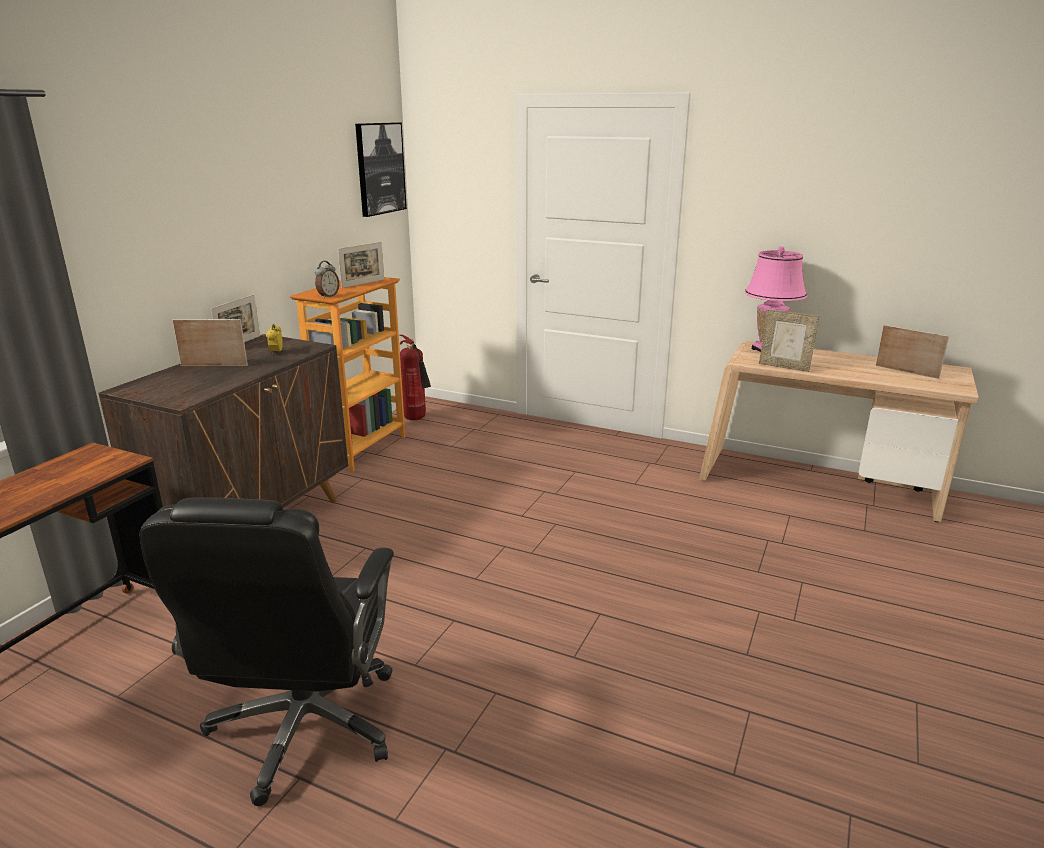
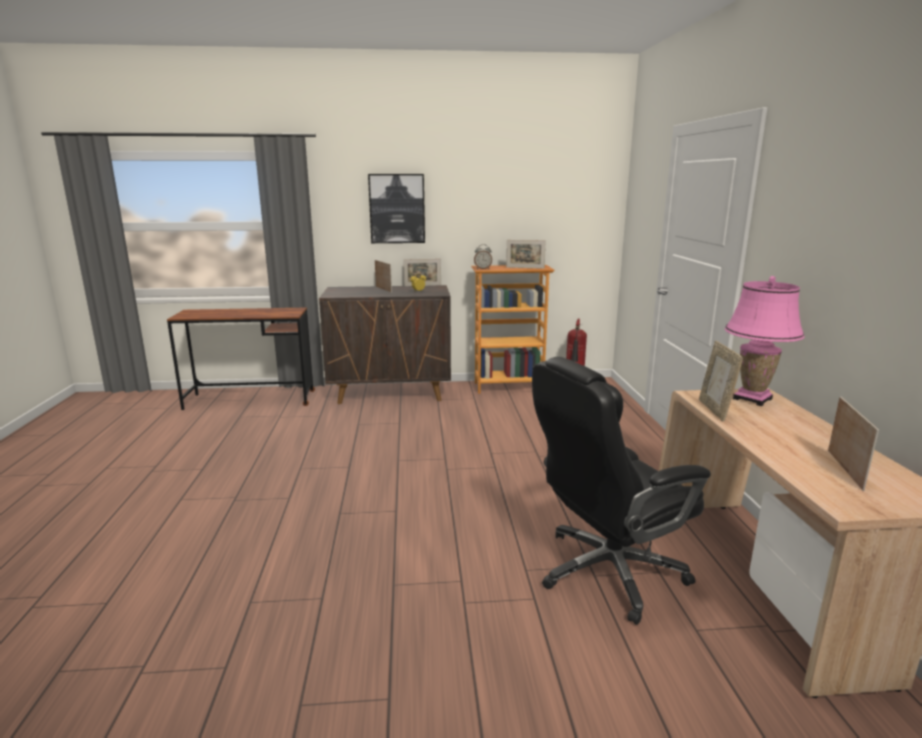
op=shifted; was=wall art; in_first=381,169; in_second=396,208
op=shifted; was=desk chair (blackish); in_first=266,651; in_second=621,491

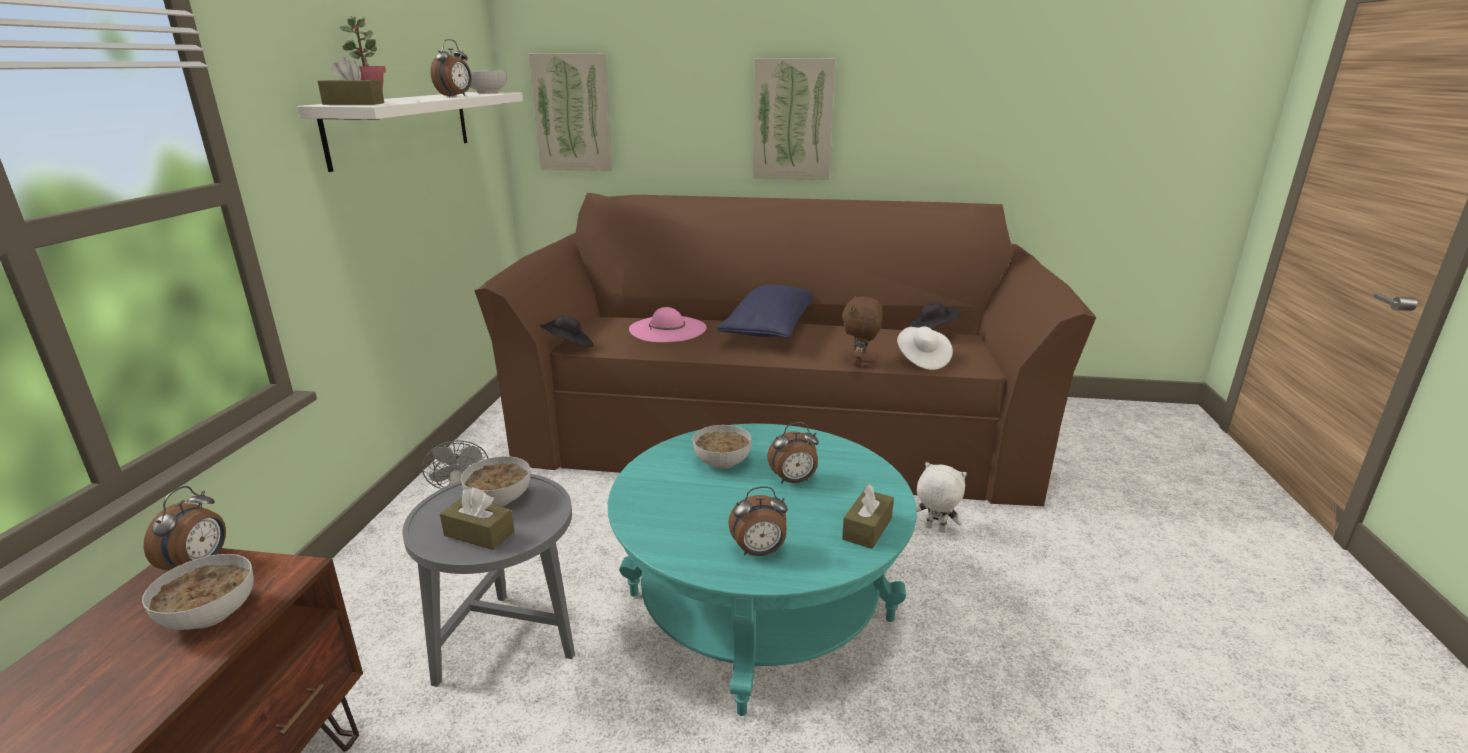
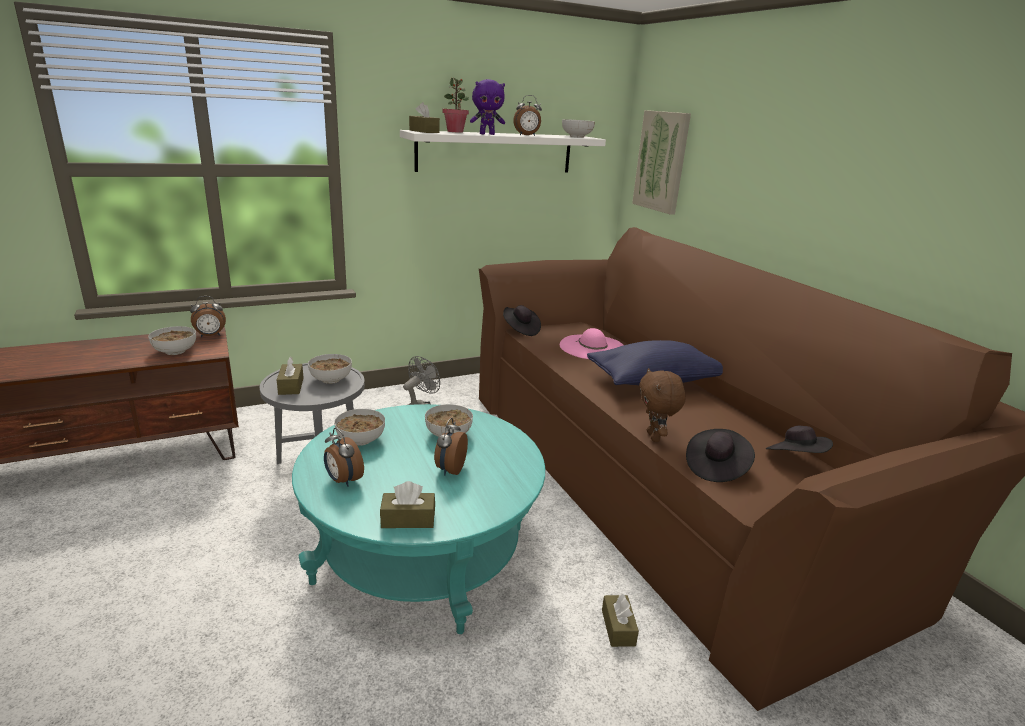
op=gone; was=wall art; in_first=794,119
op=rotated; was=soft toy (brownish); in_first=862,331; in_second=662,405; clockwise=-75
op=repainted; was=wearable hat (white); now=wearable hat (blackish); in_first=925,348; in_second=720,455
op=rotated; was=table clock; in_first=793,453; in_second=451,447; clockwise=60
op=swapped; was=soft toy (white); now=tissue holder (brownish); in_first=941,497; in_second=620,620
op=new; now=soft toy (purplish); in_second=487,107
op=new; now=bowl; in_second=359,427

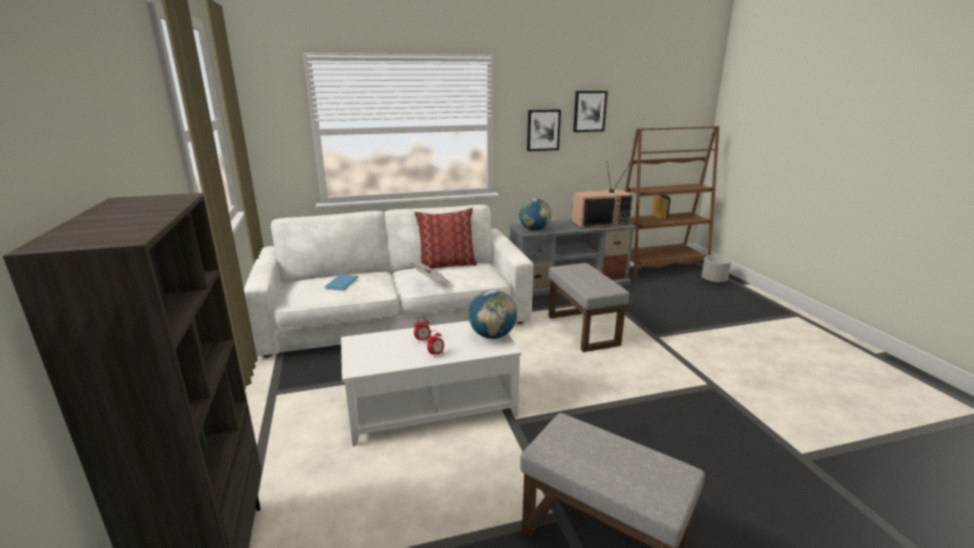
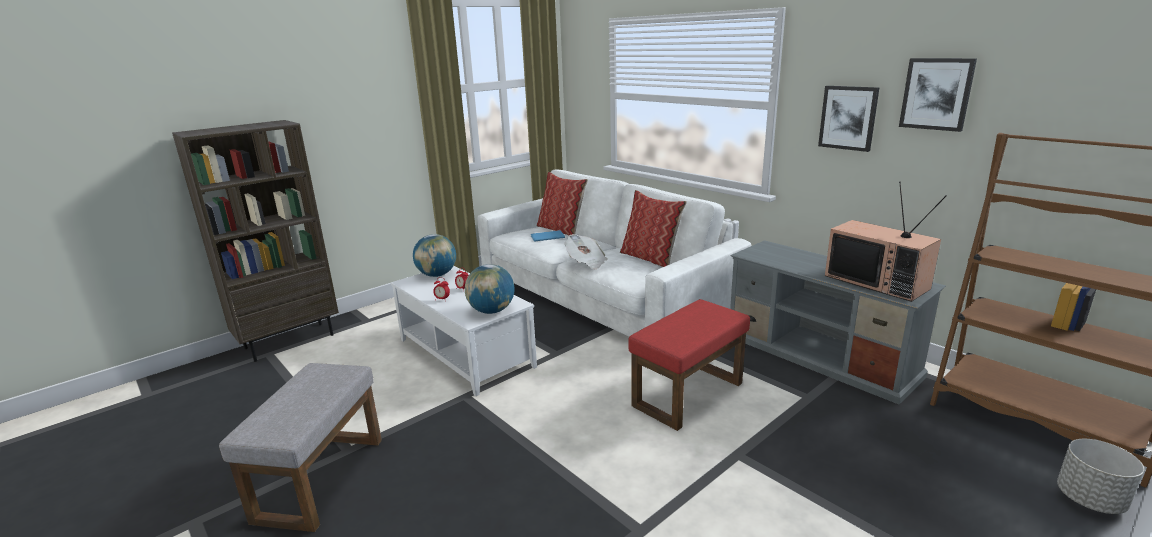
op=shifted; was=world globe; in_first=535,214; in_second=434,255
op=repainted; was=ottoman (gray); now=ottoman (reddish); in_first=589,307; in_second=689,365
op=new; now=pillow; in_second=562,203

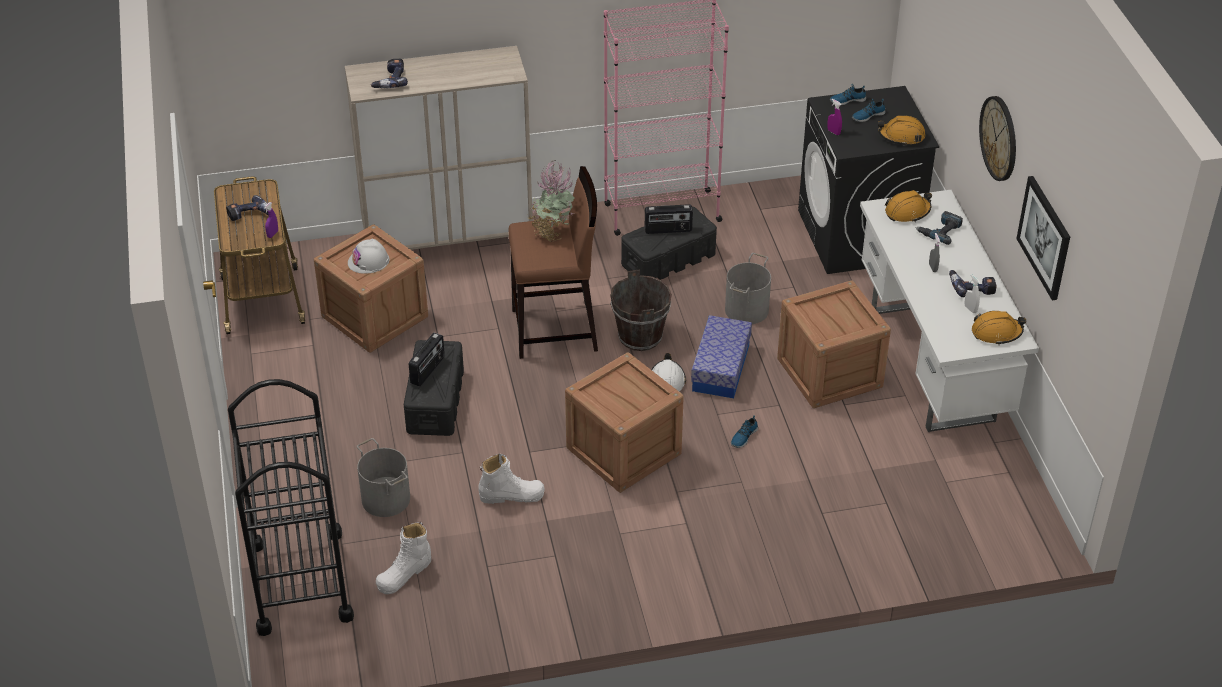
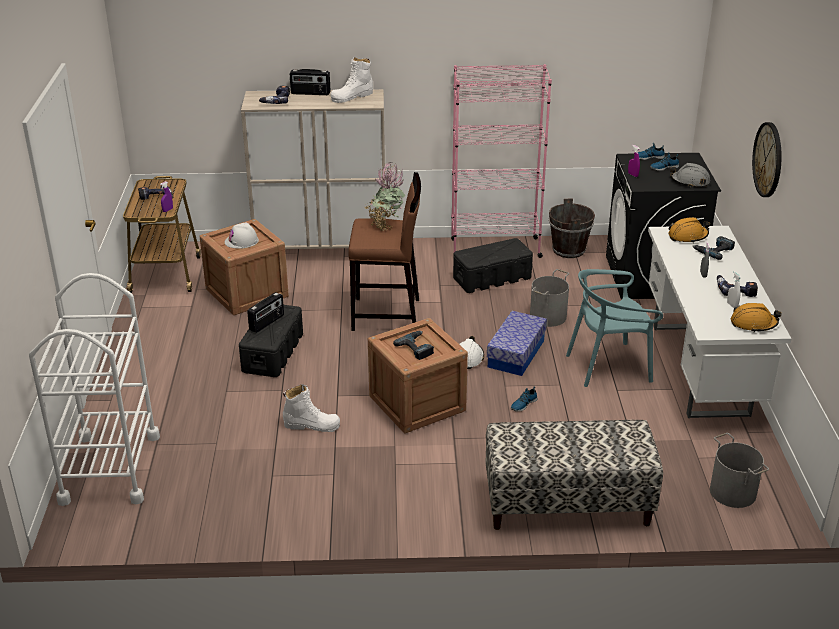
op=repainted; was=safety helmet (orange-coloured); now=safety helmet (gray); in_first=901,130; in_second=690,175
op=gone; was=wall art; in_first=1043,238
op=shifted; was=radio receiver; in_first=669,219; in_second=310,82
op=shifted; was=bucket (brownish); in_first=641,310; in_second=572,228
op=swapped; was=crate; now=chair (turquoise); in_first=834,344; in_second=614,328
op=repainted; was=trolley (blackish); now=trolley (white); in_first=291,507; in_second=94,389
op=shifted; was=bucket (gray); in_first=383,477; in_second=739,470
op=shifted; was=boot (white); in_first=403,558; in_second=351,80
op=new; now=power drill; in_second=413,345
op=new; now=long seat; in_second=574,475

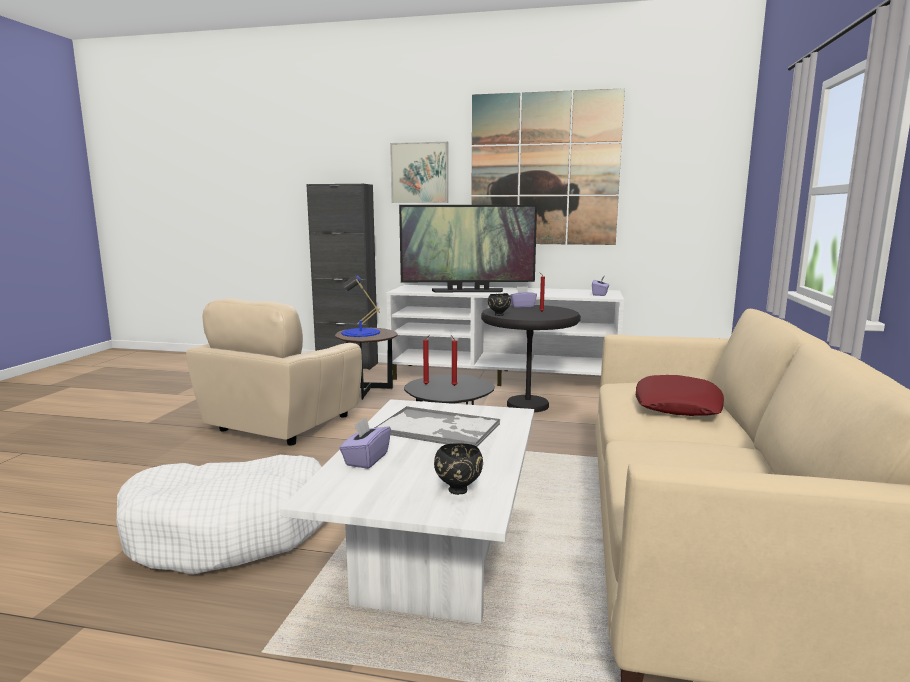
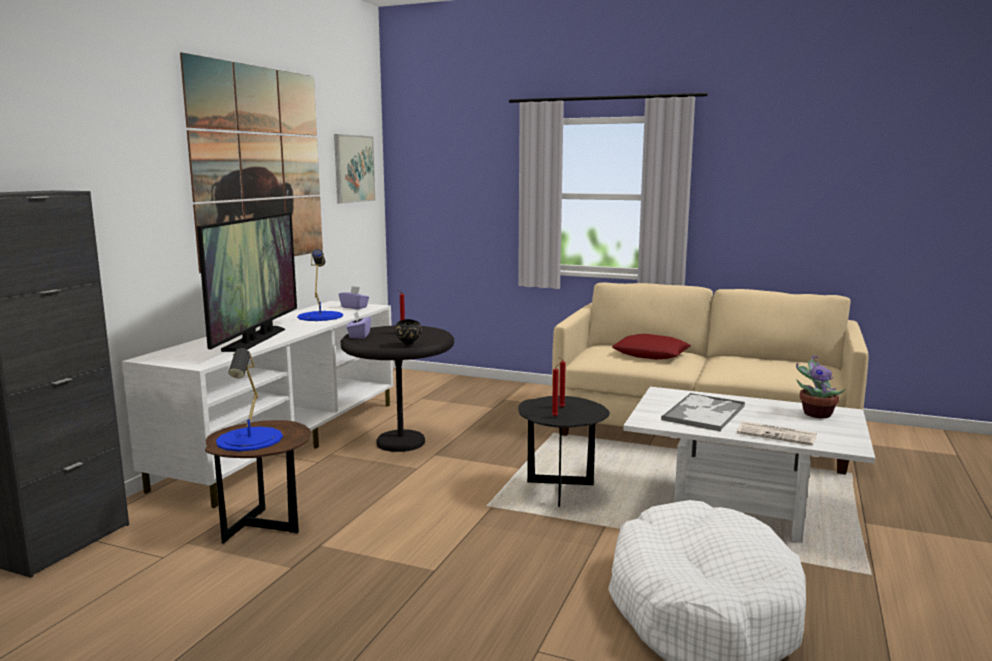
op=shifted; was=wall art; in_first=419,172; in_second=355,169
op=gone; was=lounge chair (sand-coloured); in_first=274,372
op=swapped; was=tissue holder (purplish); now=newspaper; in_first=365,443; in_second=777,433
op=swapped; was=bowl (blackish); now=plant in a pot; in_first=458,469; in_second=821,386
op=new; now=table lamp (blue-coloured); in_second=320,285

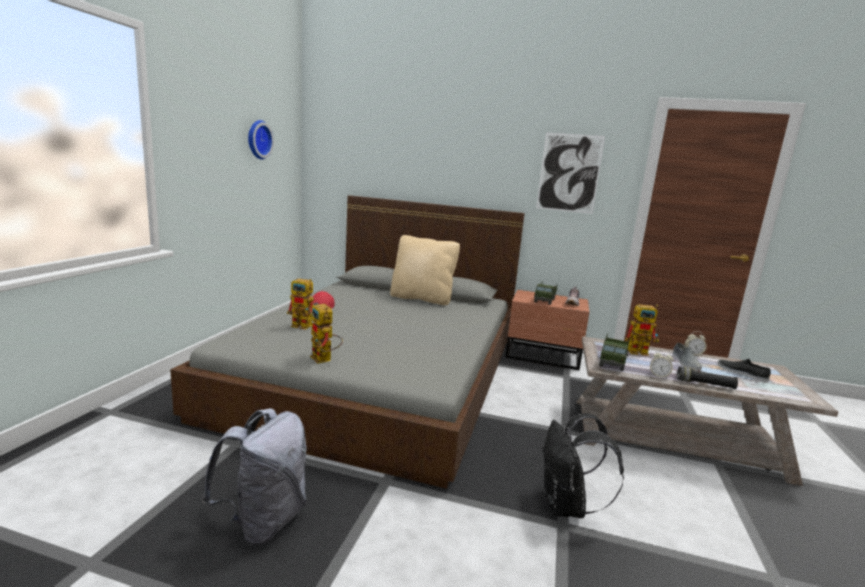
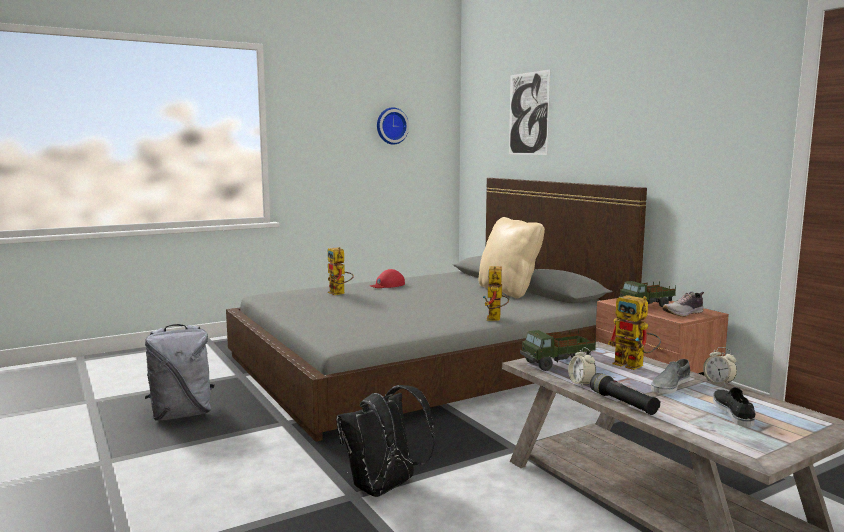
op=shifted; was=wall art; in_first=570,173; in_second=529,112
op=shifted; was=robot figure; in_first=326,334; in_second=496,293

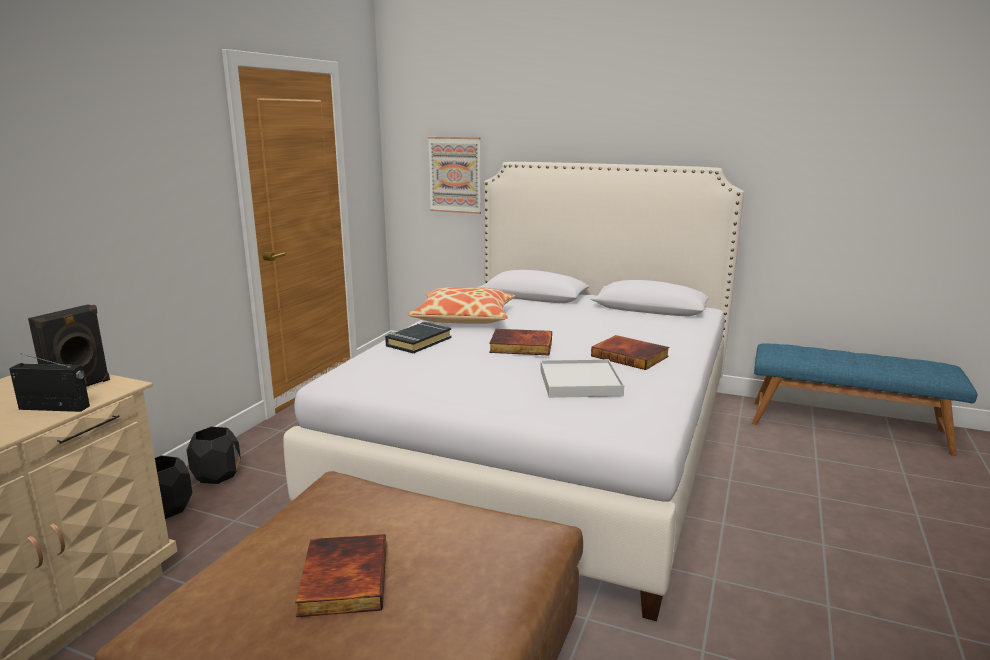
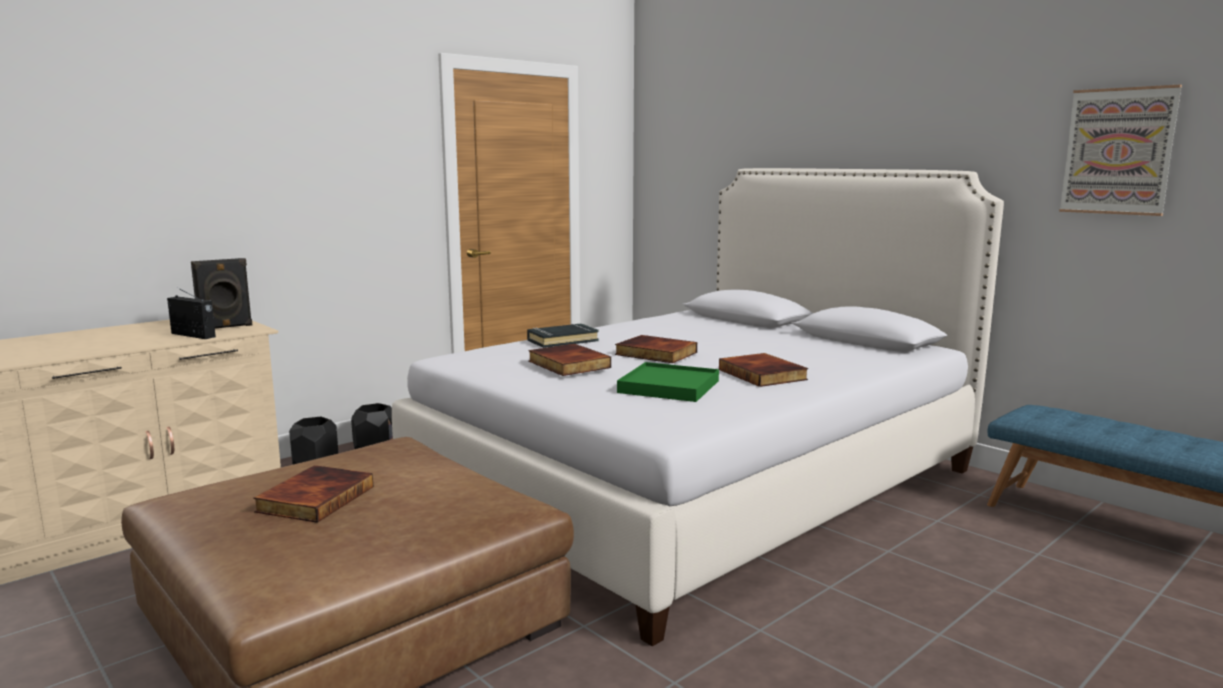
op=shifted; was=wall art; in_first=454,175; in_second=1120,150
op=gone; was=pillow; in_first=461,305
op=repainted; was=serving tray (white); now=serving tray (green-coloured); in_first=582,378; in_second=668,382
op=new; now=bound book; in_second=569,360

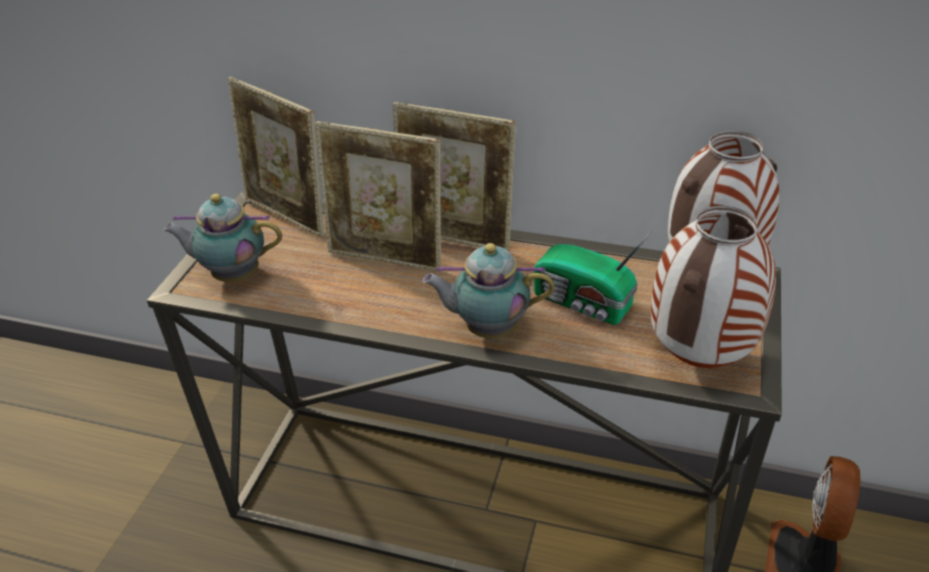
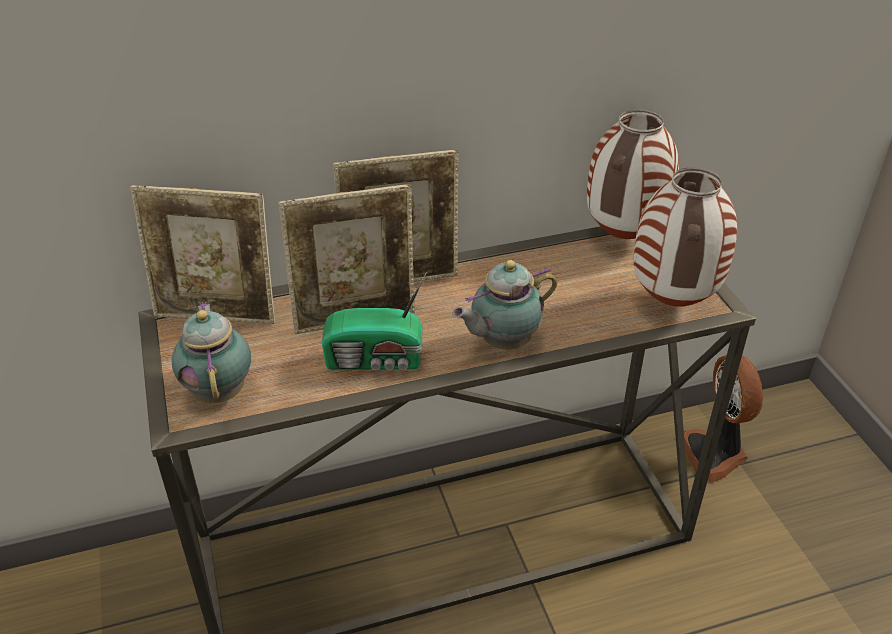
op=rotated; was=teapot; in_first=222,238; in_second=211,352; clockwise=105
op=shifted; was=radio receiver; in_first=592,278; in_second=374,321

